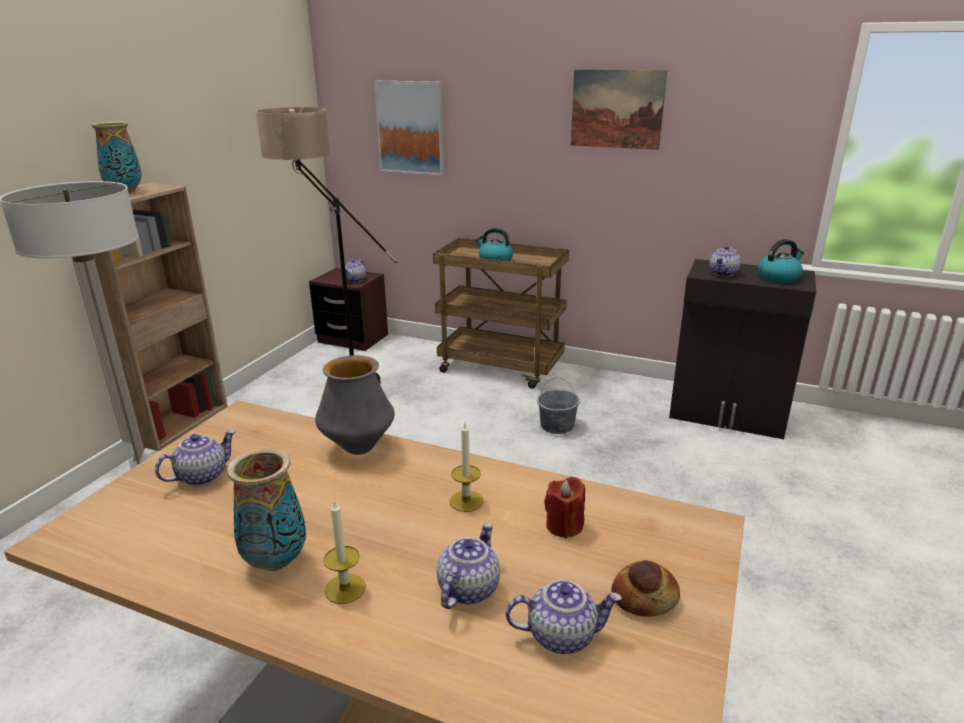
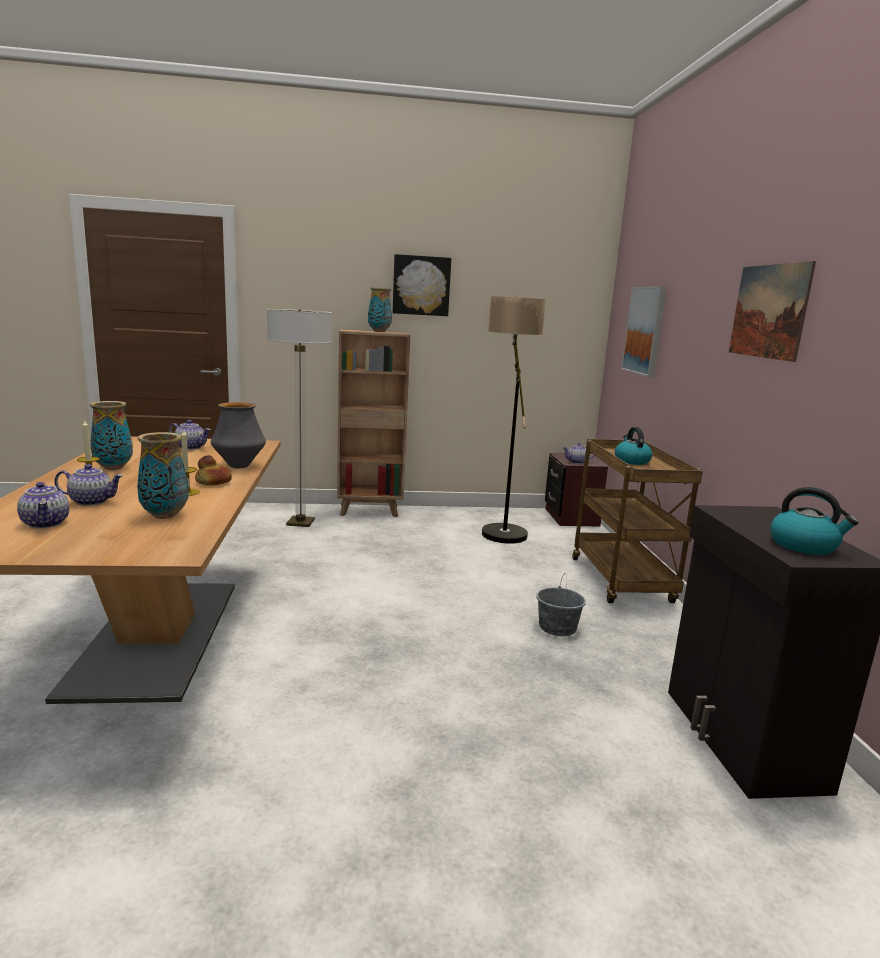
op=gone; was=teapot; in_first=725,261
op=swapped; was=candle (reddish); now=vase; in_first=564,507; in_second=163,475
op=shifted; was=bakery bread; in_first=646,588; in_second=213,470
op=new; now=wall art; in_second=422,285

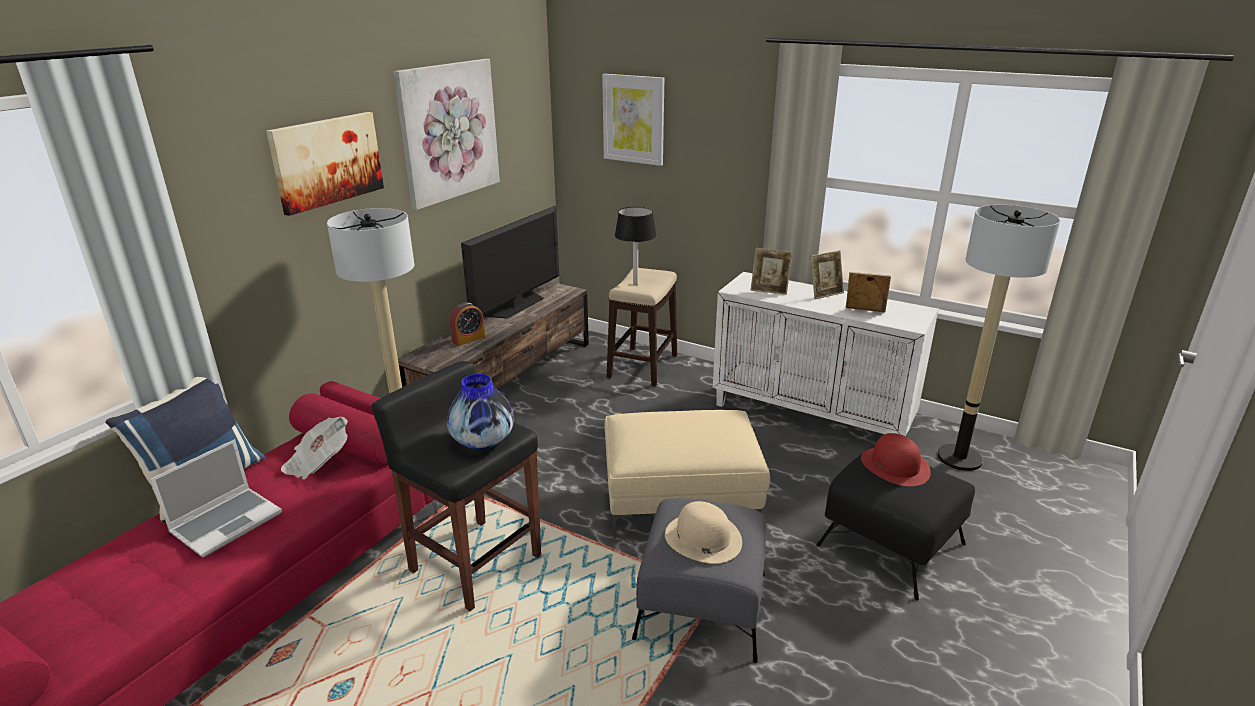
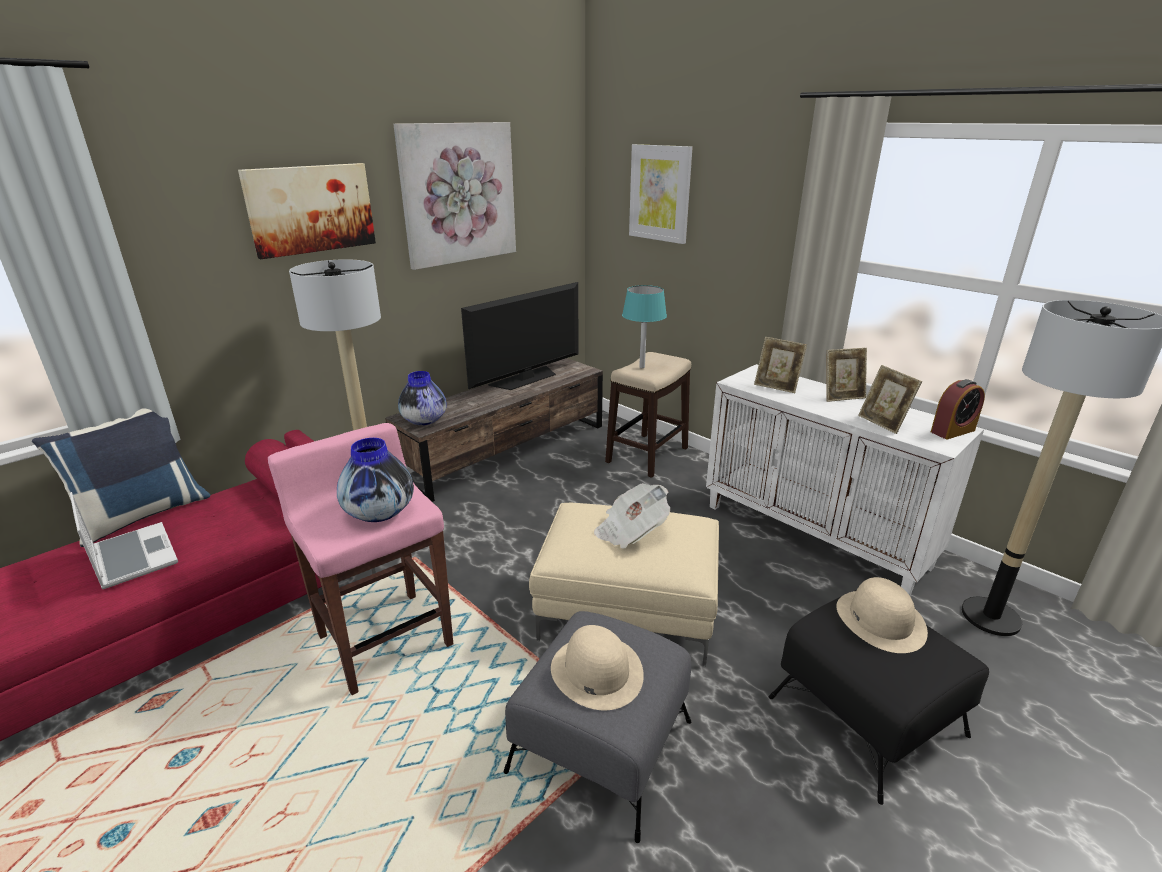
op=repainted; was=table lamp (blackish); now=table lamp (turquoise); in_first=636,246; in_second=644,326
op=rotated; was=photo frame; in_first=868,292; in_second=890,399; clockwise=-150
op=shifted; was=table clock; in_first=467,324; in_second=958,409
op=repainted; was=stool seat (blackish); now=stool seat (pinkish); in_first=456,486; in_second=360,559
op=shifted; was=newspaper; in_first=314,448; in_second=632,516
op=repainted; was=wearable hat (reddish); now=wearable hat (sand-coloured); in_first=896,459; in_second=882,615
op=rotated; was=notebook computer; in_first=216,498; in_second=124,540; clockwise=-90
op=new; now=vase; in_second=422,398

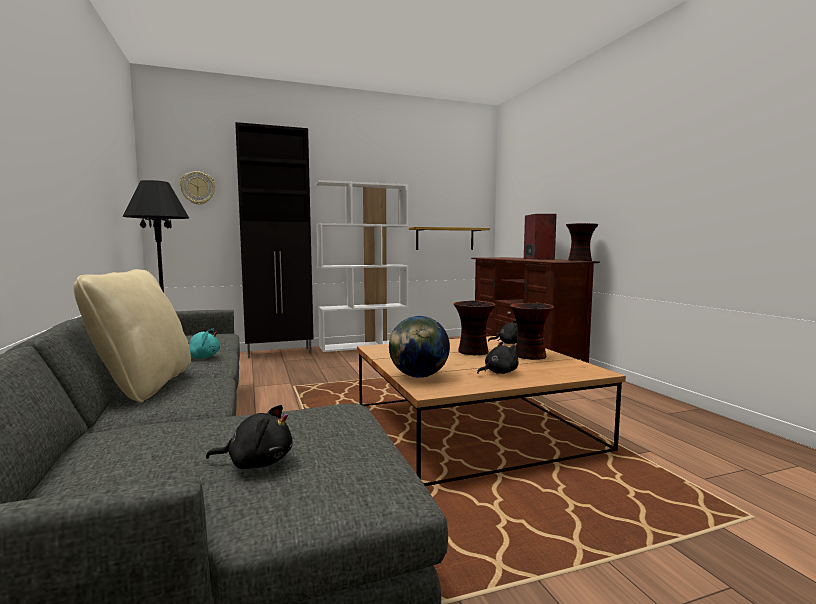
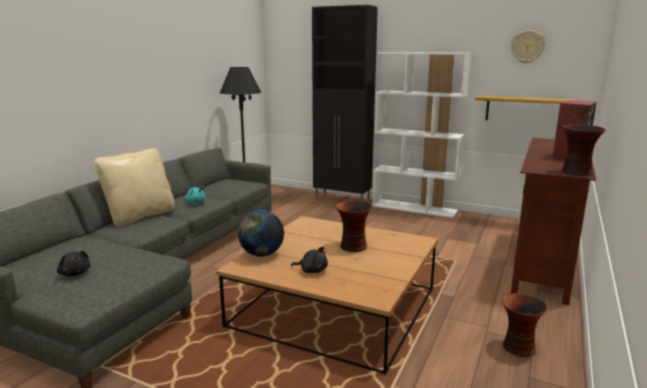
op=shifted; was=clock on the wall; in_first=197,188; in_second=528,47
op=shifted; was=vase; in_first=532,331; in_second=525,325
op=gone; was=soft toy (blackish); in_first=503,332

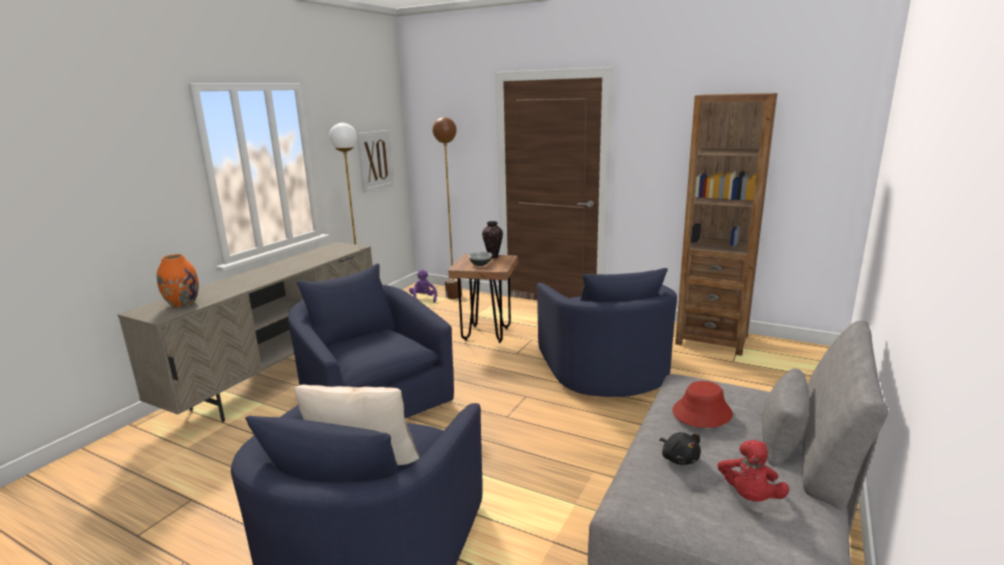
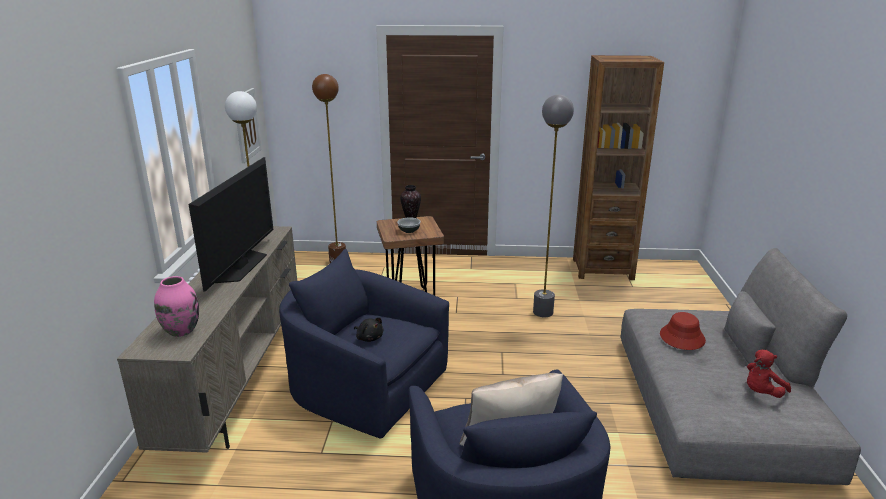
op=repainted; was=vase (orange-coloured); now=vase (pinkish); in_first=178,280; in_second=176,306
op=swapped; was=lounge chair (blue-coloured); now=floor lamp (gray); in_first=607,332; in_second=553,206
op=gone; was=soft toy (purplish); in_first=423,286
op=shifted; was=soft toy (blackish); in_first=680,448; in_second=368,330
op=rotated; was=soft toy (reddish); in_first=753,471; in_second=769,374; clockwise=60
op=new; now=TV set; in_second=231,224

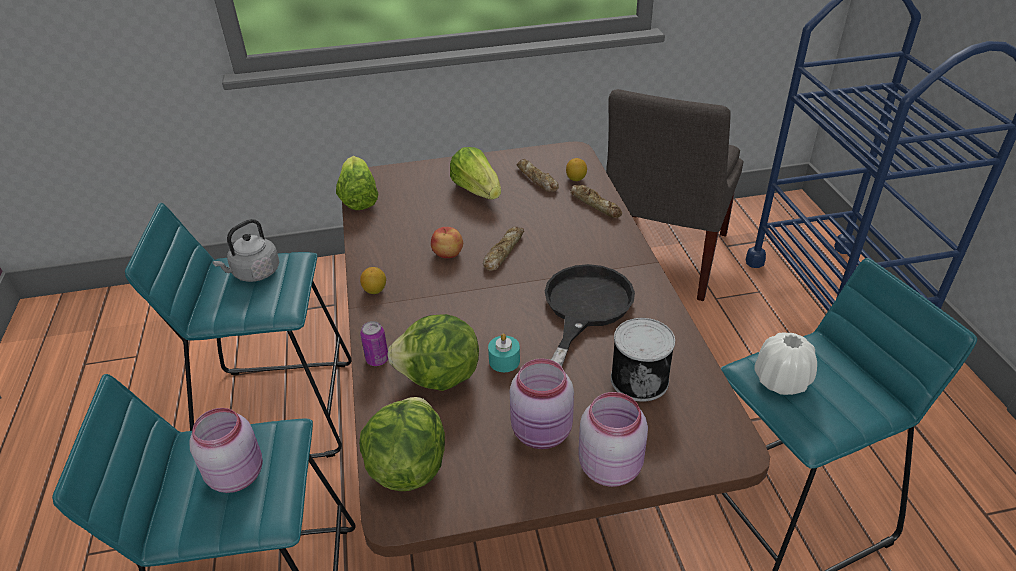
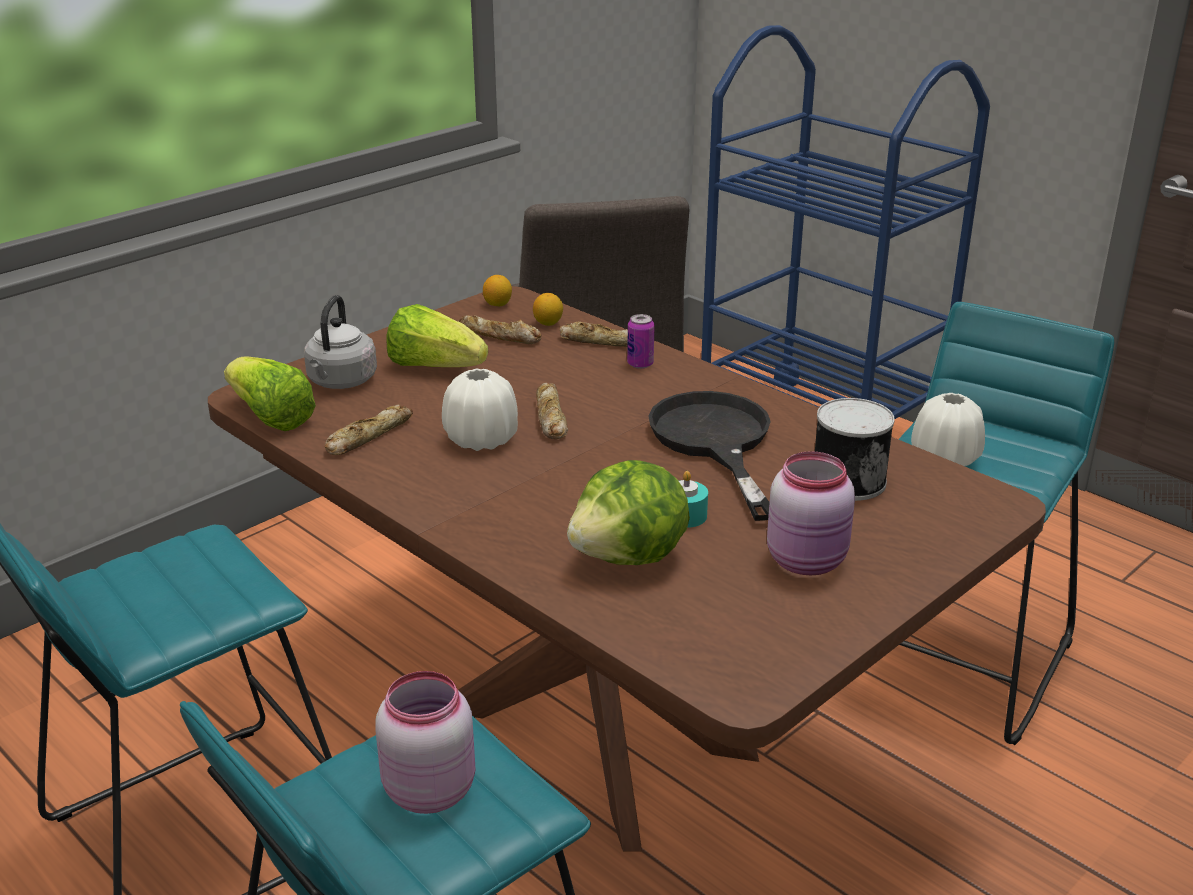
op=shifted; was=tea kettle (gray); in_first=245,250; in_second=340,342
op=swapped; was=apple fruit; now=vase (white); in_first=447,242; in_second=480,410
op=shifted; was=citrus fruit; in_first=373,280; in_second=497,290
op=shifted; was=sealed can; in_first=374,343; in_second=641,341
op=gone; was=storage jar (pinkish); in_first=613,439
op=gone; was=lettuce head; in_first=402,444
op=new; now=bakery bread; in_second=369,430

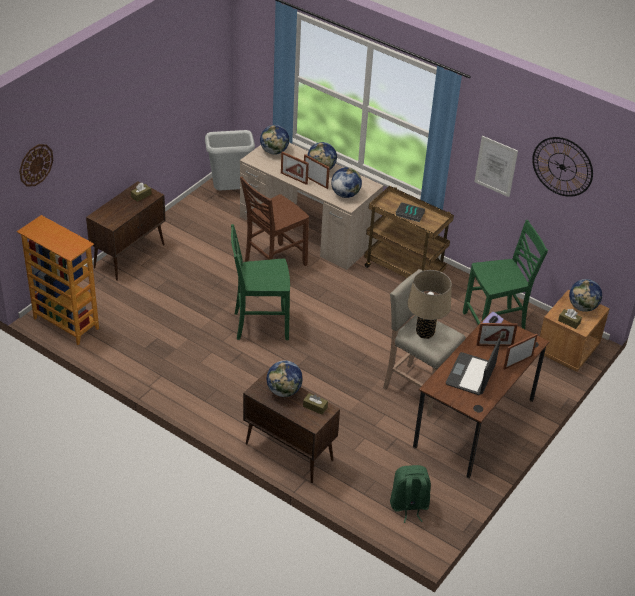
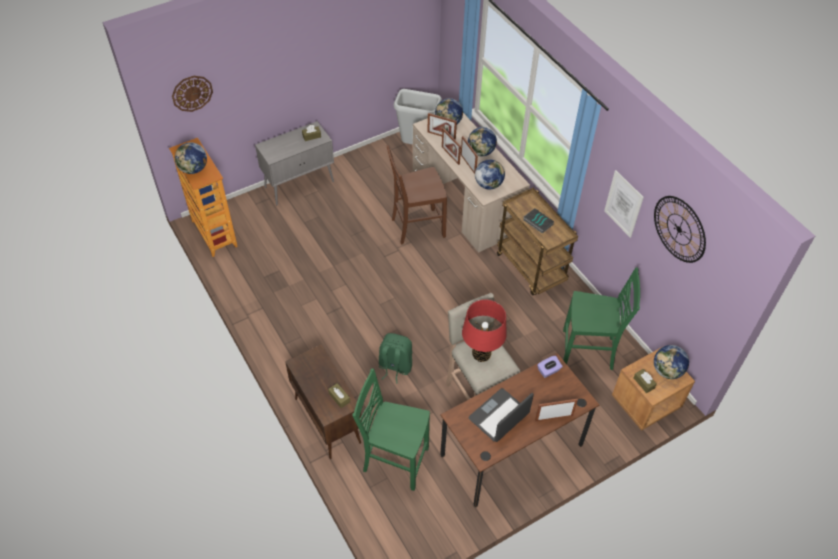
op=repainted; was=storage cabinet (brownish); now=storage cabinet (gray); in_first=126,231; in_second=294,163
op=shifted; was=chair (green-coloured); in_first=260,282; in_second=391,429
op=repainted; was=table lamp (sand-coloured); now=table lamp (reddish); in_first=429,304; in_second=484,331
op=shifted; was=photo frame; in_first=497,334; in_second=442,126
op=shifted; was=world globe; in_first=285,378; in_second=191,158
op=shifted; was=rucksack (green-coloured); in_first=410,494; in_second=396,358

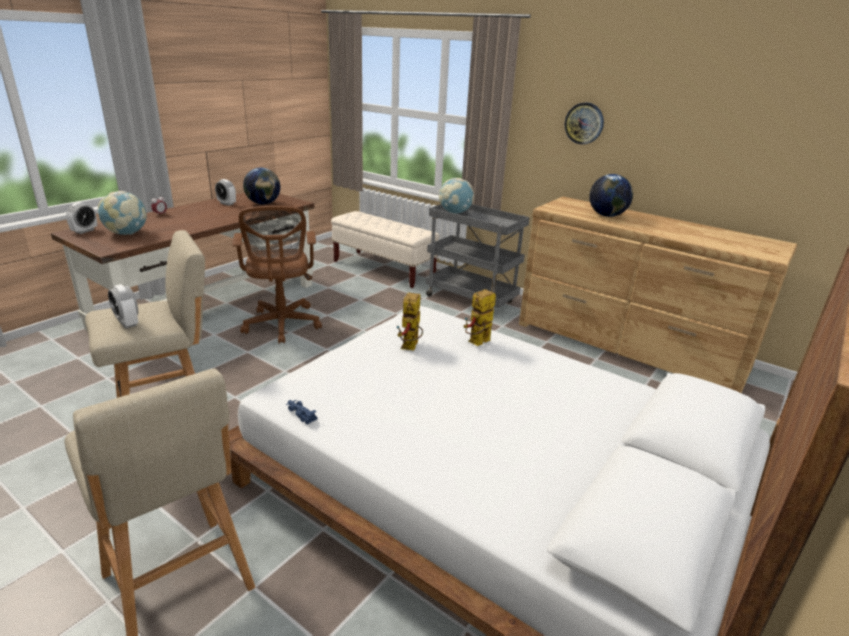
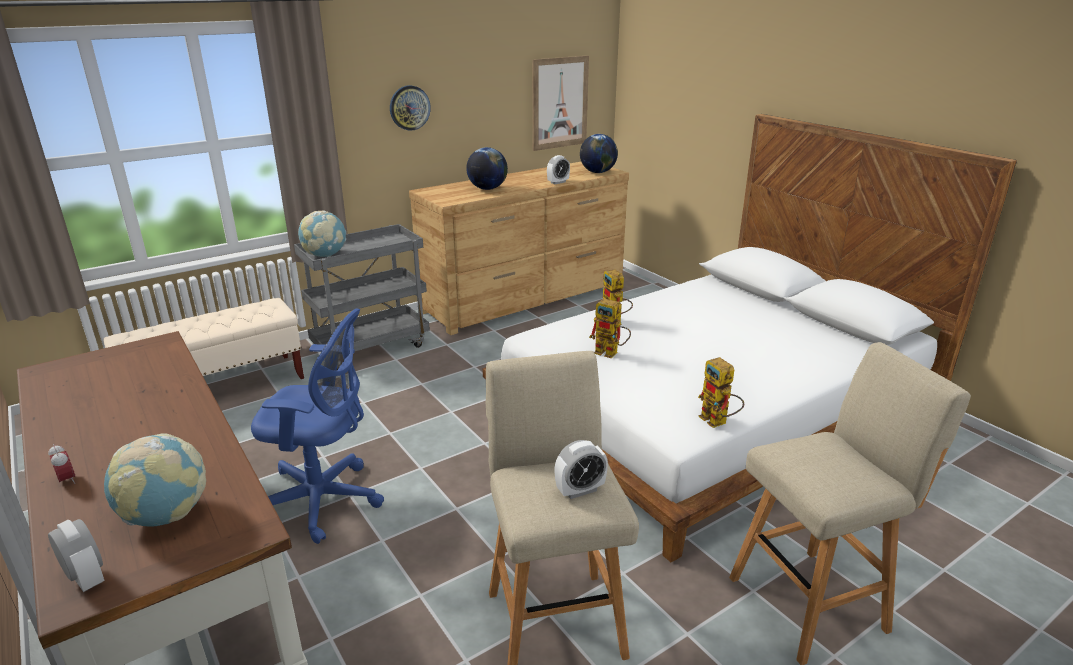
op=shifted; was=world globe; in_first=261,186; in_second=599,153
op=shifted; was=table clock; in_first=225,192; in_second=558,169
op=repainted; was=desk chair (brownish); now=desk chair (blue-coloured); in_first=277,275; in_second=317,426
op=swapped; was=model car (blue-coloured); now=robot figure; in_first=301,412; in_second=721,392
op=new; now=wall art; in_second=560,103

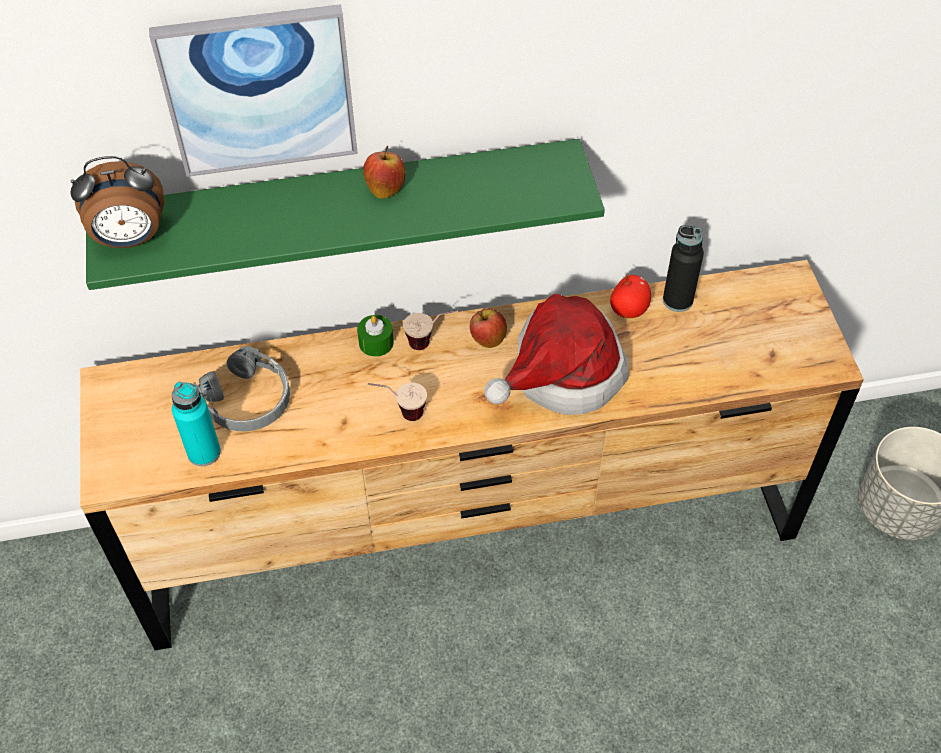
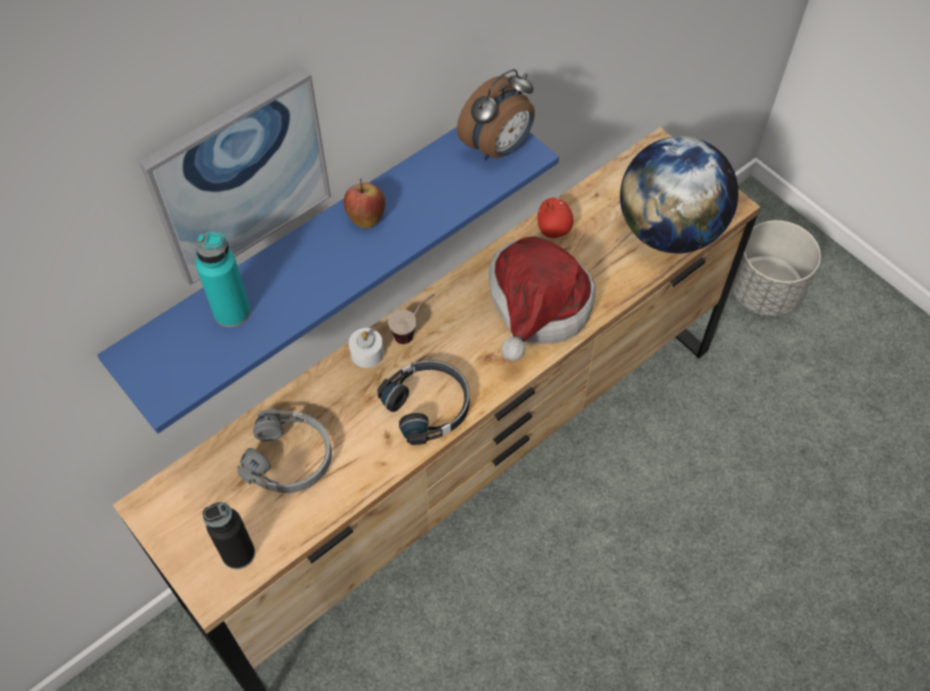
op=repainted; was=bracket shelf (green-coloured); now=bracket shelf (blue-coloured); in_first=345,214; in_second=328,280
op=shifted; was=table clock; in_first=117,202; in_second=496,114
op=shifted; was=bottle (blackish); in_first=683,268; in_second=229,535
op=gone; was=apple fruit; in_first=488,328
op=repainted; was=candle (green-coloured); now=candle (white); in_first=375,336; in_second=366,348
op=shifted; was=bottle (turquoise); in_first=196,423; in_second=222,280
op=swapped; was=drinking cup; now=headset (blackish); in_first=397,401; in_second=423,402
op=new; now=world globe; in_second=679,195

